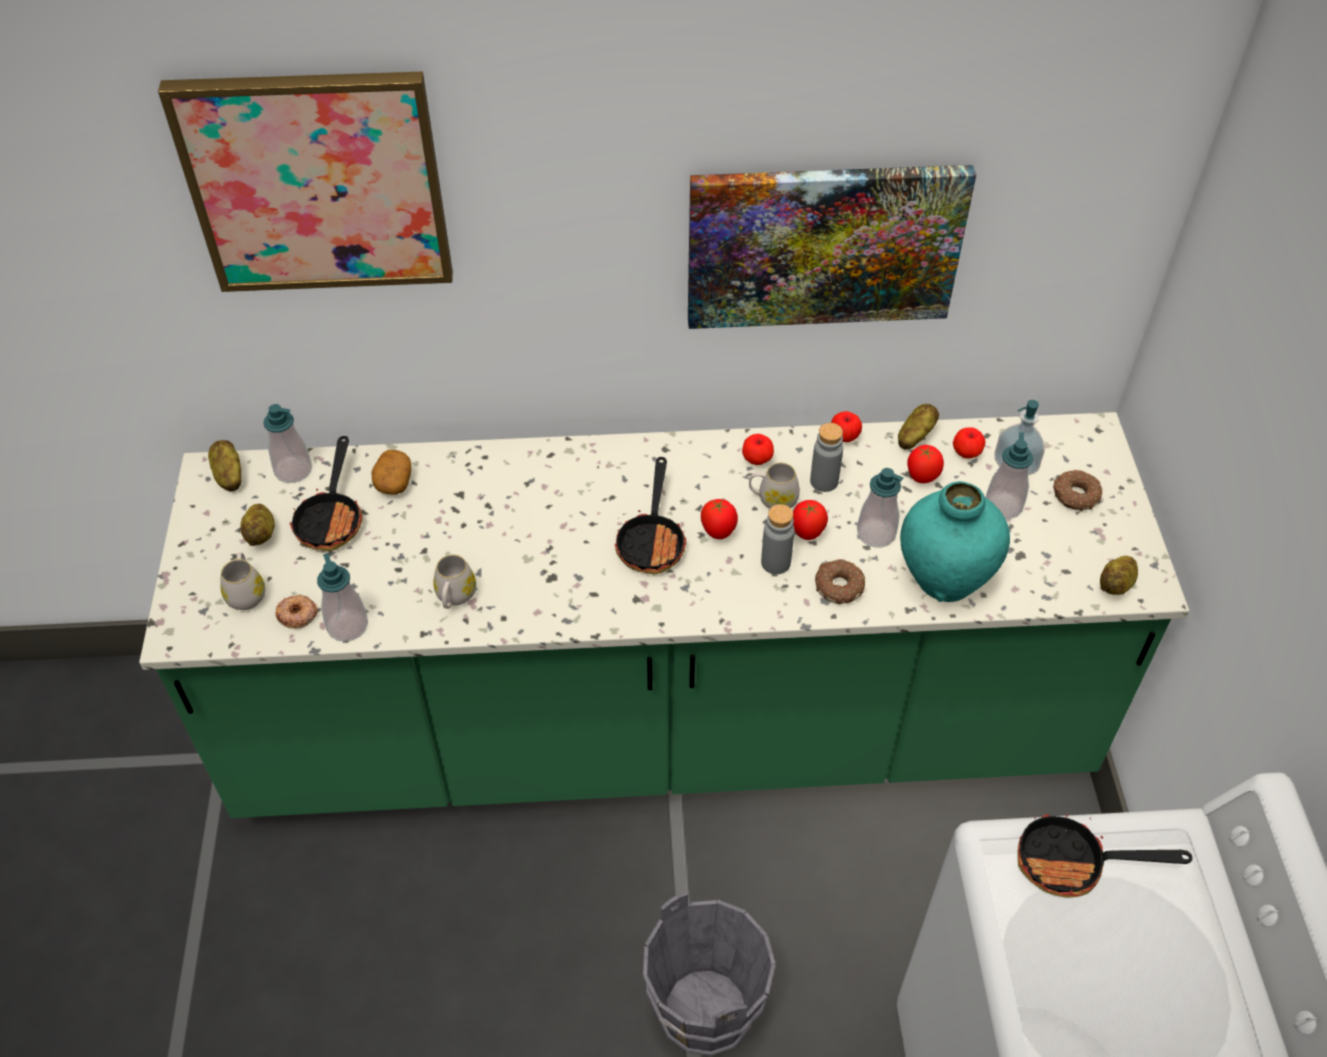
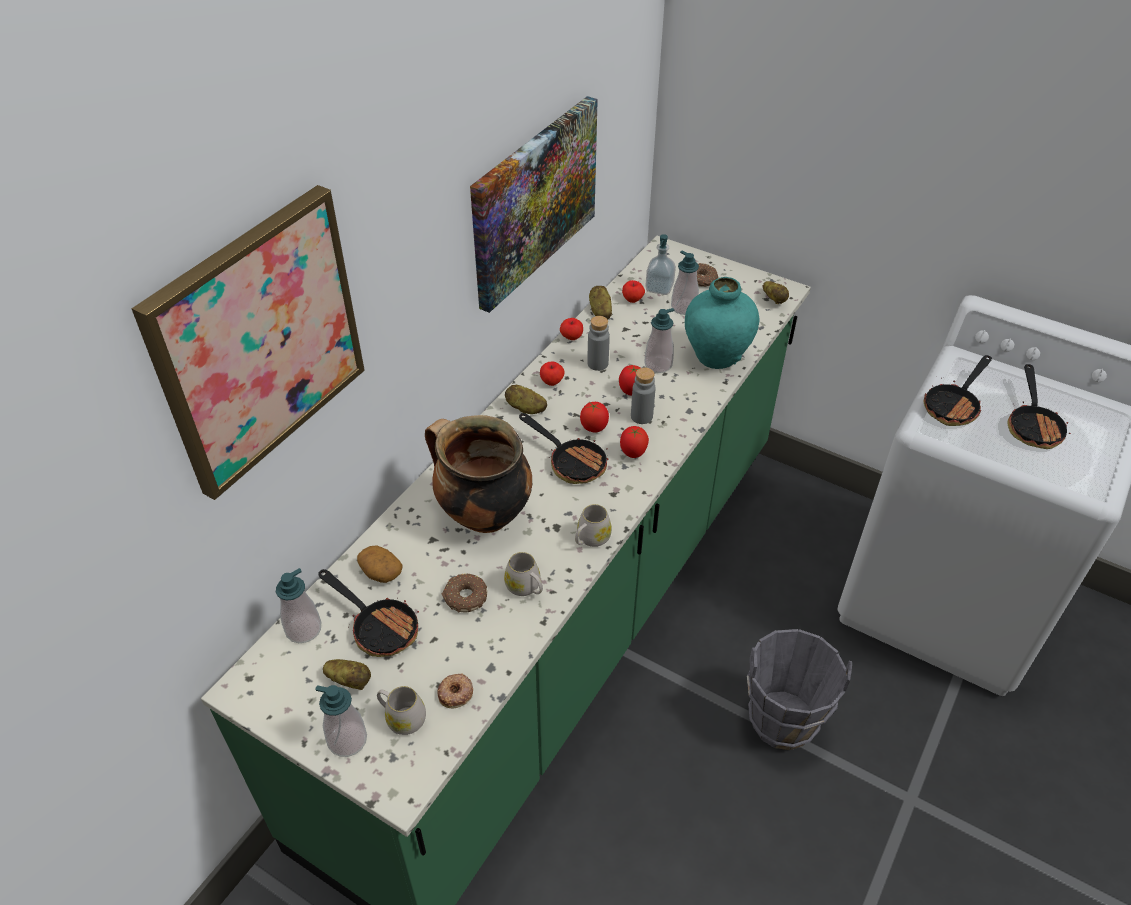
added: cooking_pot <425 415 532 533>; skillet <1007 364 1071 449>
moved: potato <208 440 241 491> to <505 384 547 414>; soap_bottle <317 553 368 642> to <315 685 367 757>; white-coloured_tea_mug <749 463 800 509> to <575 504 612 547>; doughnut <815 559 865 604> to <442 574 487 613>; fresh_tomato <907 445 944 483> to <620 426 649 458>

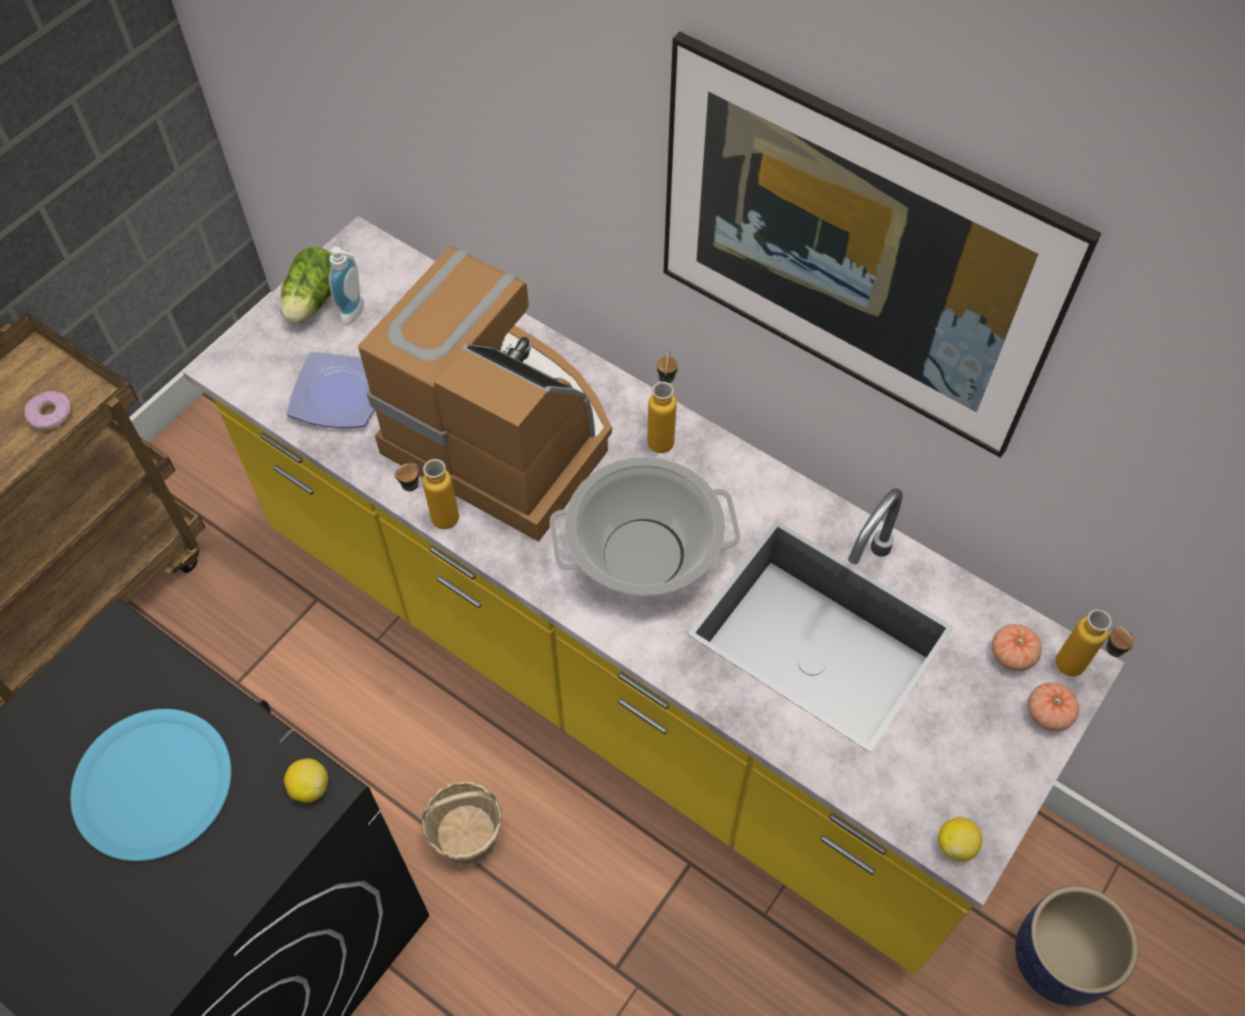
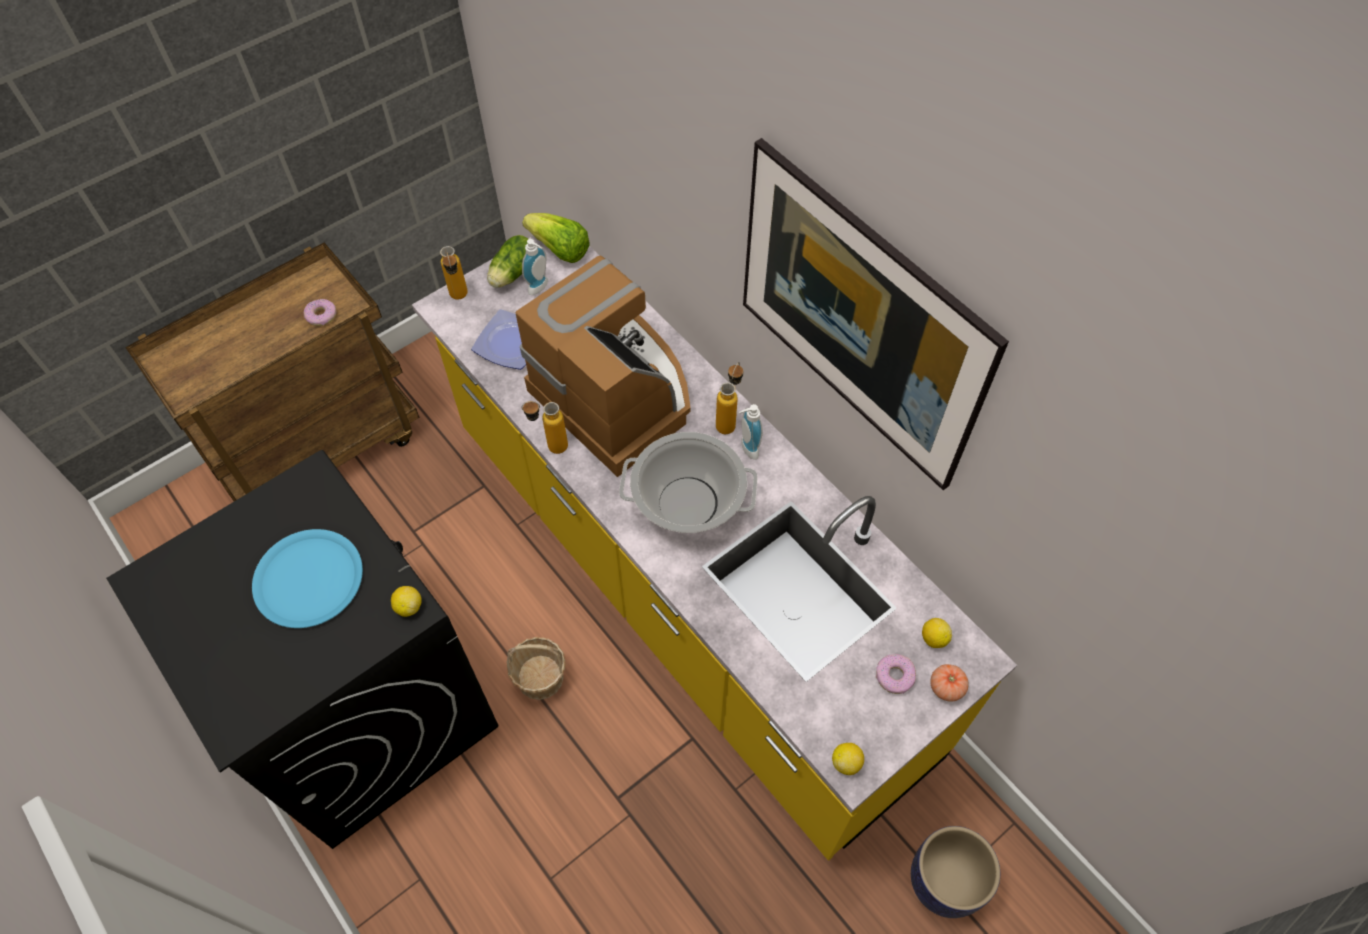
added: lettuce <522 213 590 263>; soap_bottle <739 404 763 460>; doughnut <876 654 916 694>
moved: bottle <1056 609 1135 676> to <440 246 468 300>
replaced: fresh_tomato <992 624 1042 671> to whole_lemon <922 618 952 648>

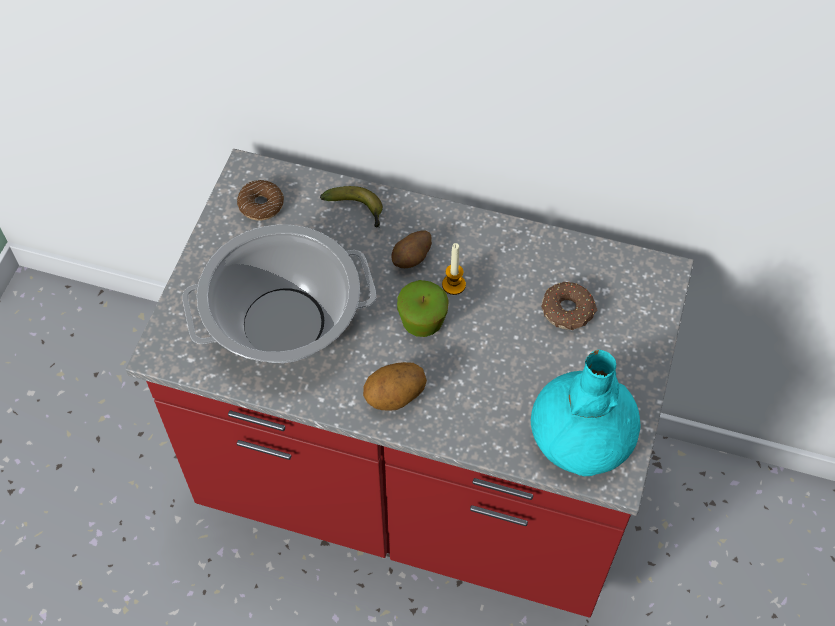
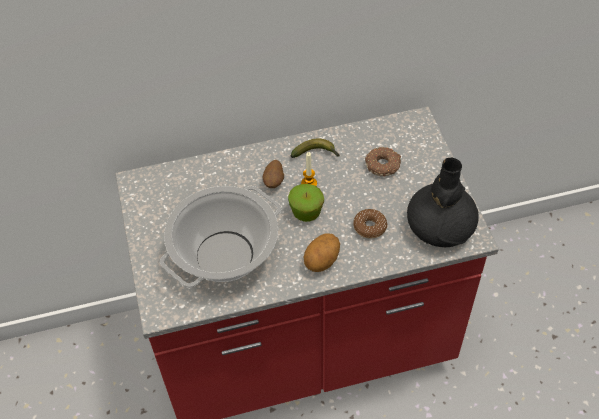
moved: doughnut <237 180 284 221> to <353 209 387 239>; whole_banana <320 186 383 228> to <291 139 340 158>
recoloured: turquoise-coloured_flower_vase <531 350 640 476> to blackish_flower_vase <407 158 479 247>

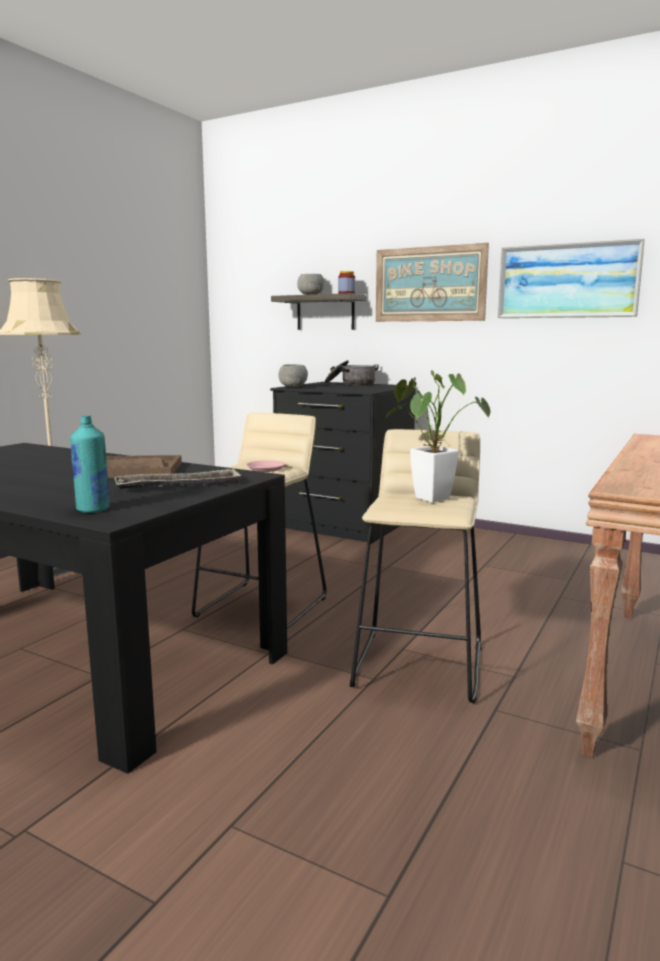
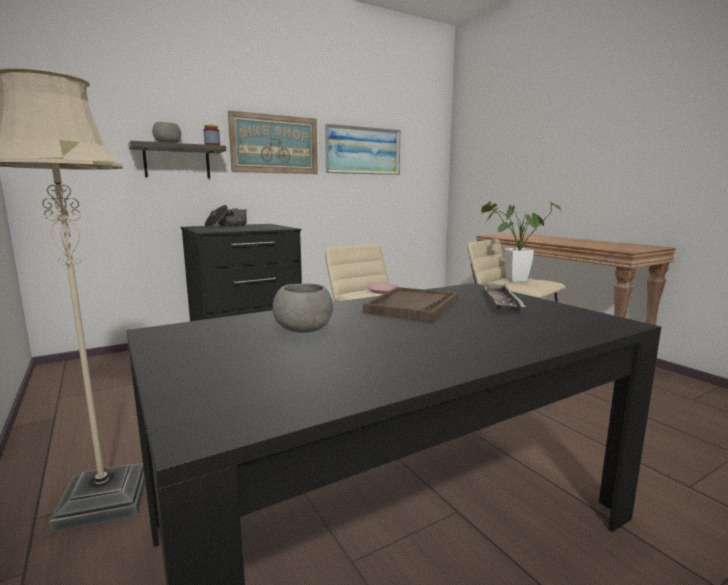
removed: turquoise-coloured_bottle <70 415 110 513>
moved: grey_serving_bowl <279 364 308 388> to <272 283 333 333>

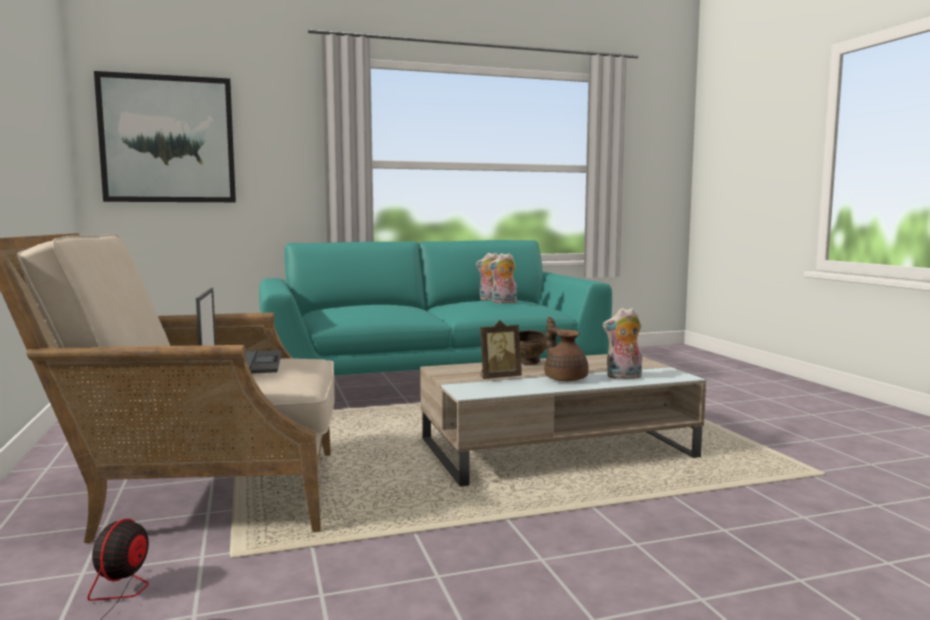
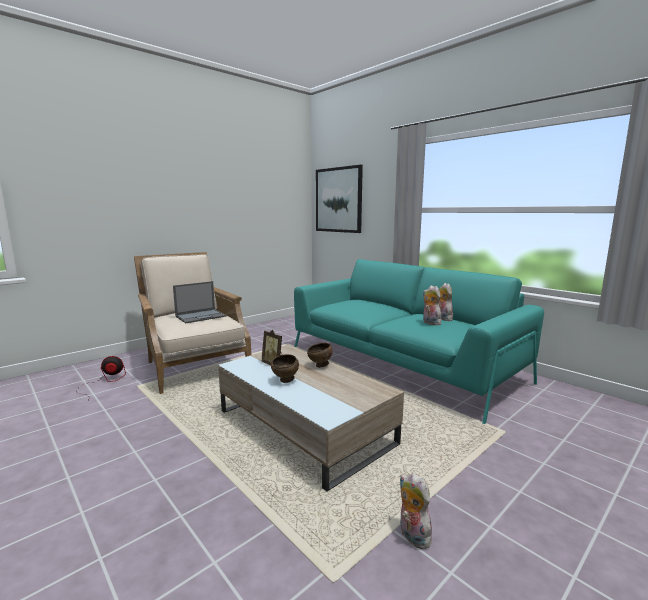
moved: plush_toy <602 308 642 379> to <400 473 435 549>
replaced: brown_pot_for_tea <544 317 588 381> to brown_serving_bowl <271 354 299 383>

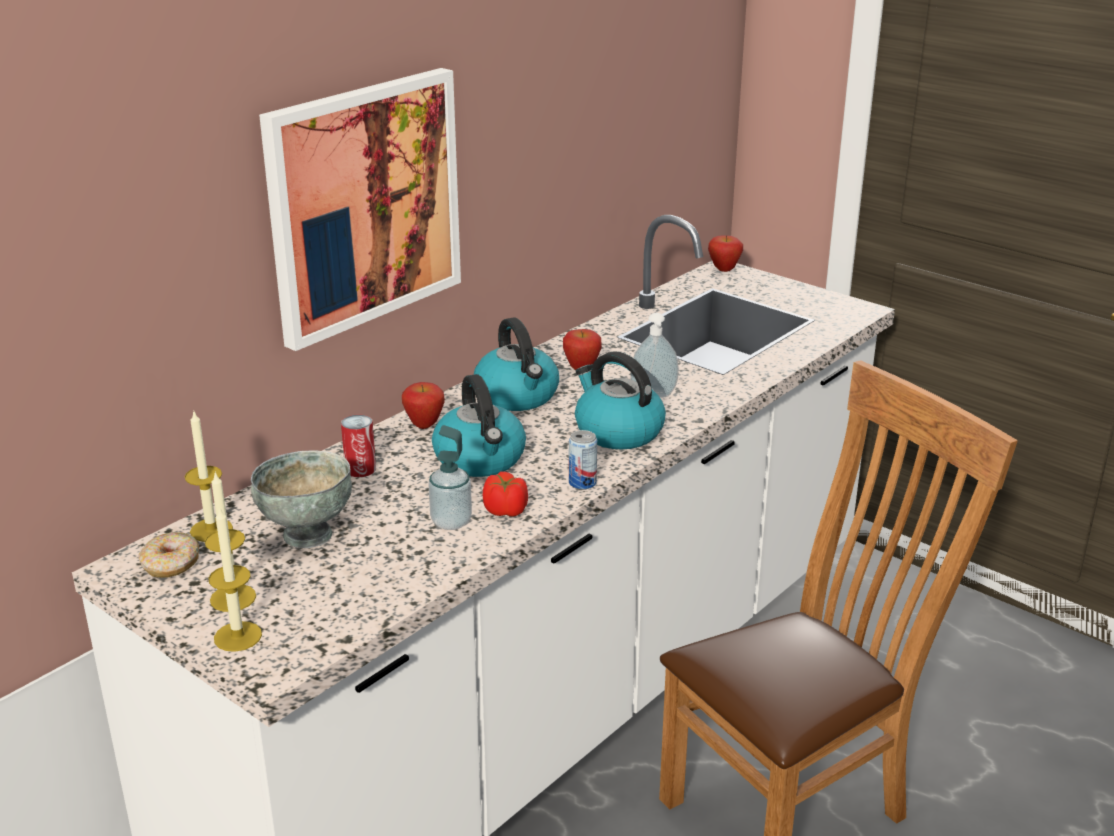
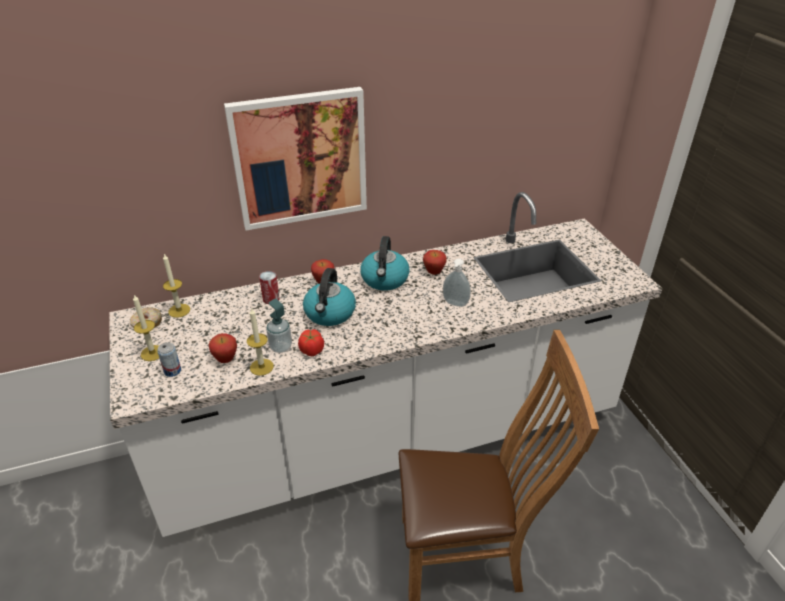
removed: grey_serving_bowl <251 451 352 548>; tea_kettle <575 351 666 450>
moved: wax_light <209 506 262 652> to <247 307 274 376>; can <569 430 597 489> to <157 342 181 377>; whole_apple <708 236 743 272> to <209 333 237 363>

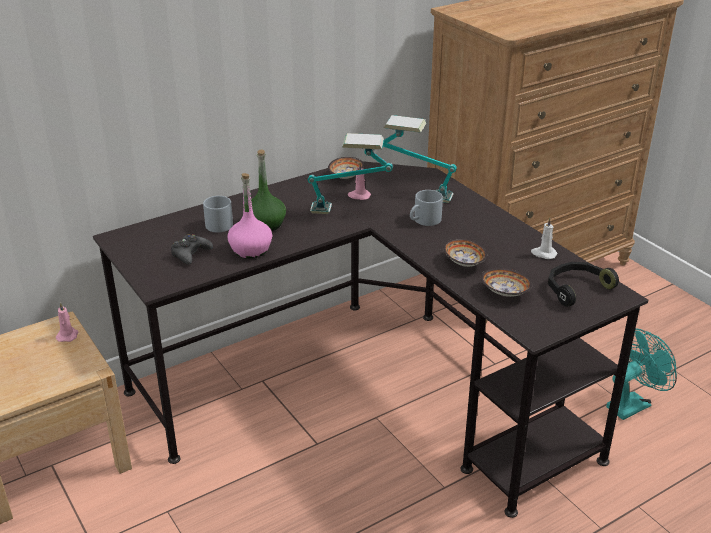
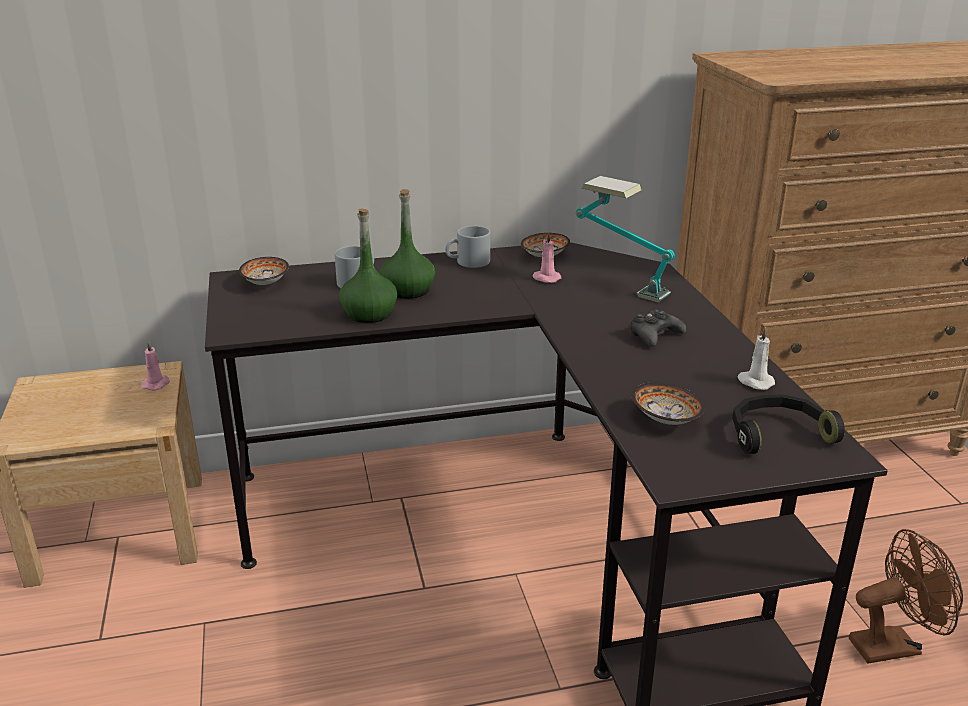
removed: tabletop_lamp <308 133 393 214>
moved: blackish_game_controller <171 234 213 265> to <630 309 686 347>; grey_tea_mug <410 190 443 226> to <445 226 490 268>; serving_bowl <443 238 487 267> to <239 257 289 285>
recoloured: pink_bottle <227 173 272 259> to greenish_bottle <339 208 397 323>; turquoise-coloured_cooling_fan <606 328 677 420> to brown_cooling_fan <849 529 963 664>

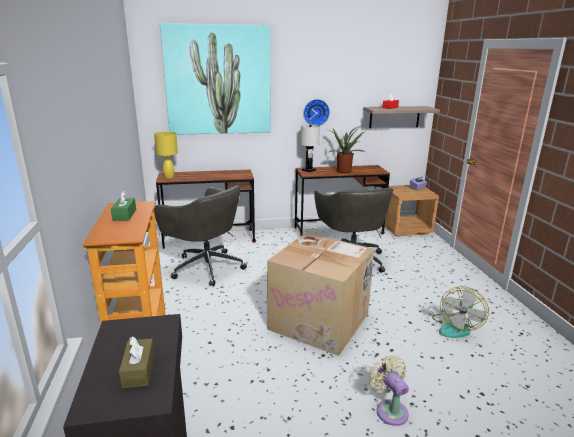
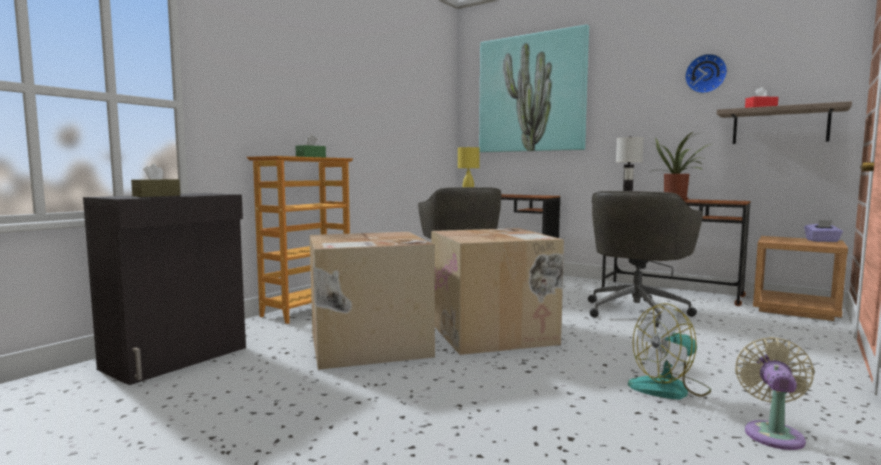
added: cardboard_box <309 232 435 370>
moved: clock_on_the_wall <303 99 330 126> to <685 54 728 93>; beige-coloured_cooling_fan <369 355 409 426> to <735 337 815 450>

